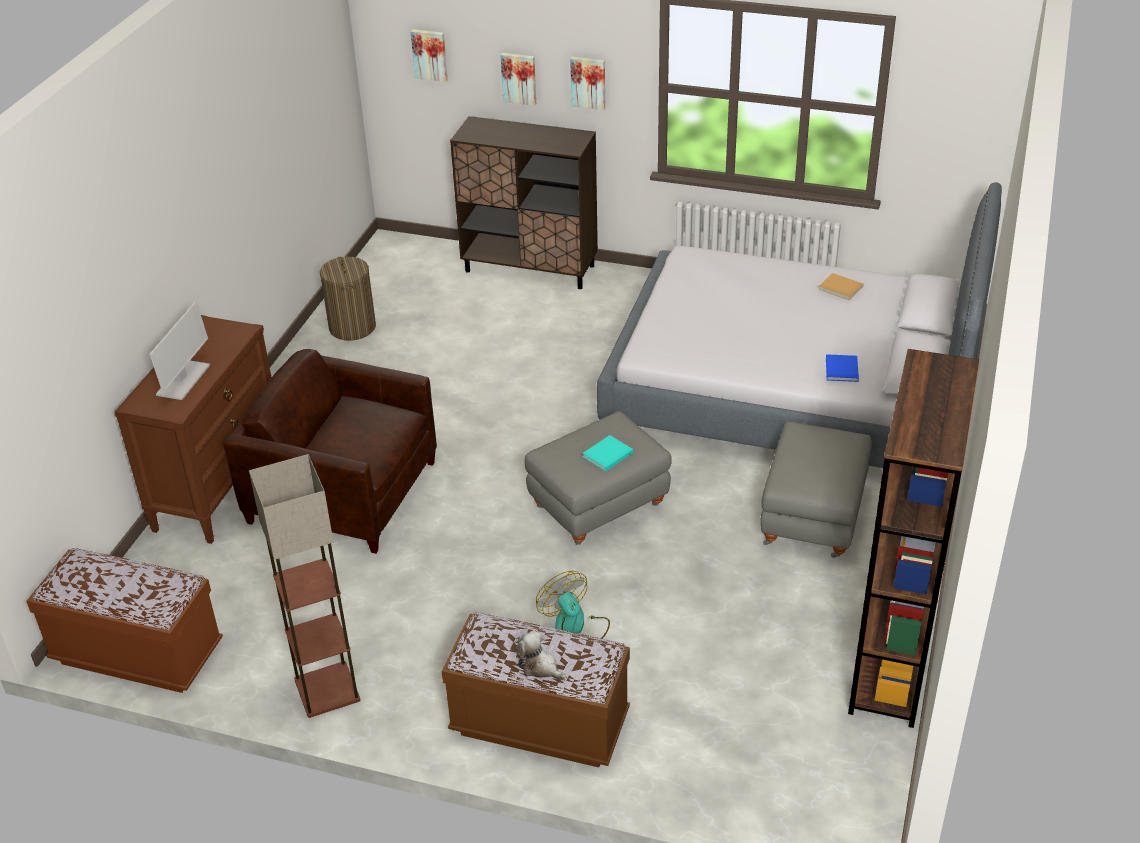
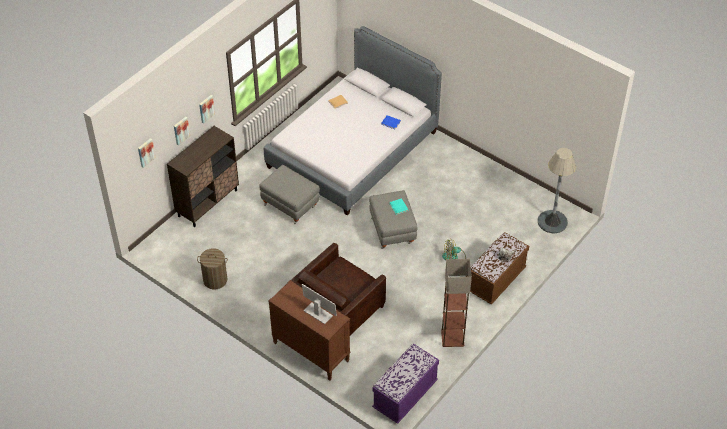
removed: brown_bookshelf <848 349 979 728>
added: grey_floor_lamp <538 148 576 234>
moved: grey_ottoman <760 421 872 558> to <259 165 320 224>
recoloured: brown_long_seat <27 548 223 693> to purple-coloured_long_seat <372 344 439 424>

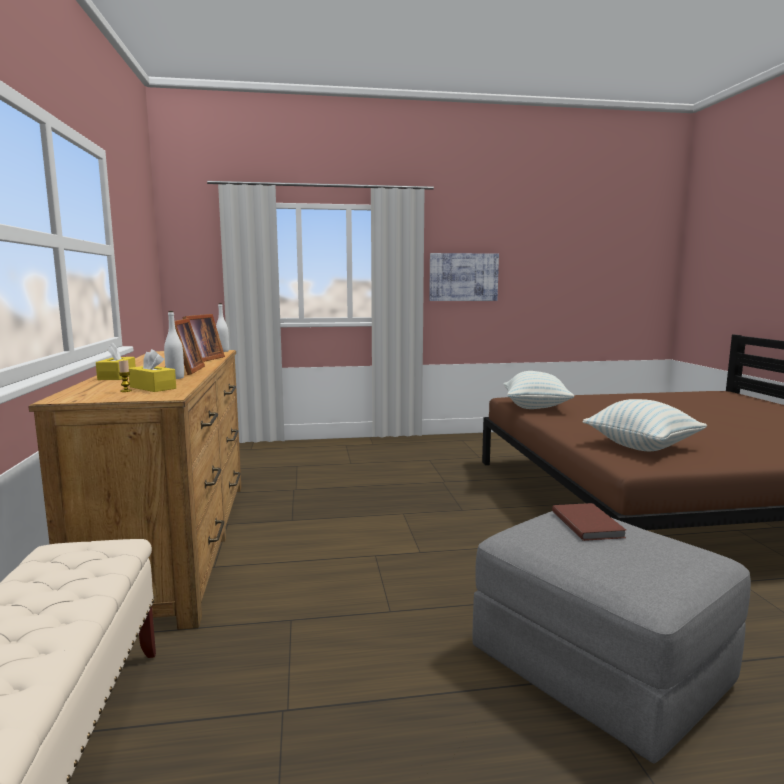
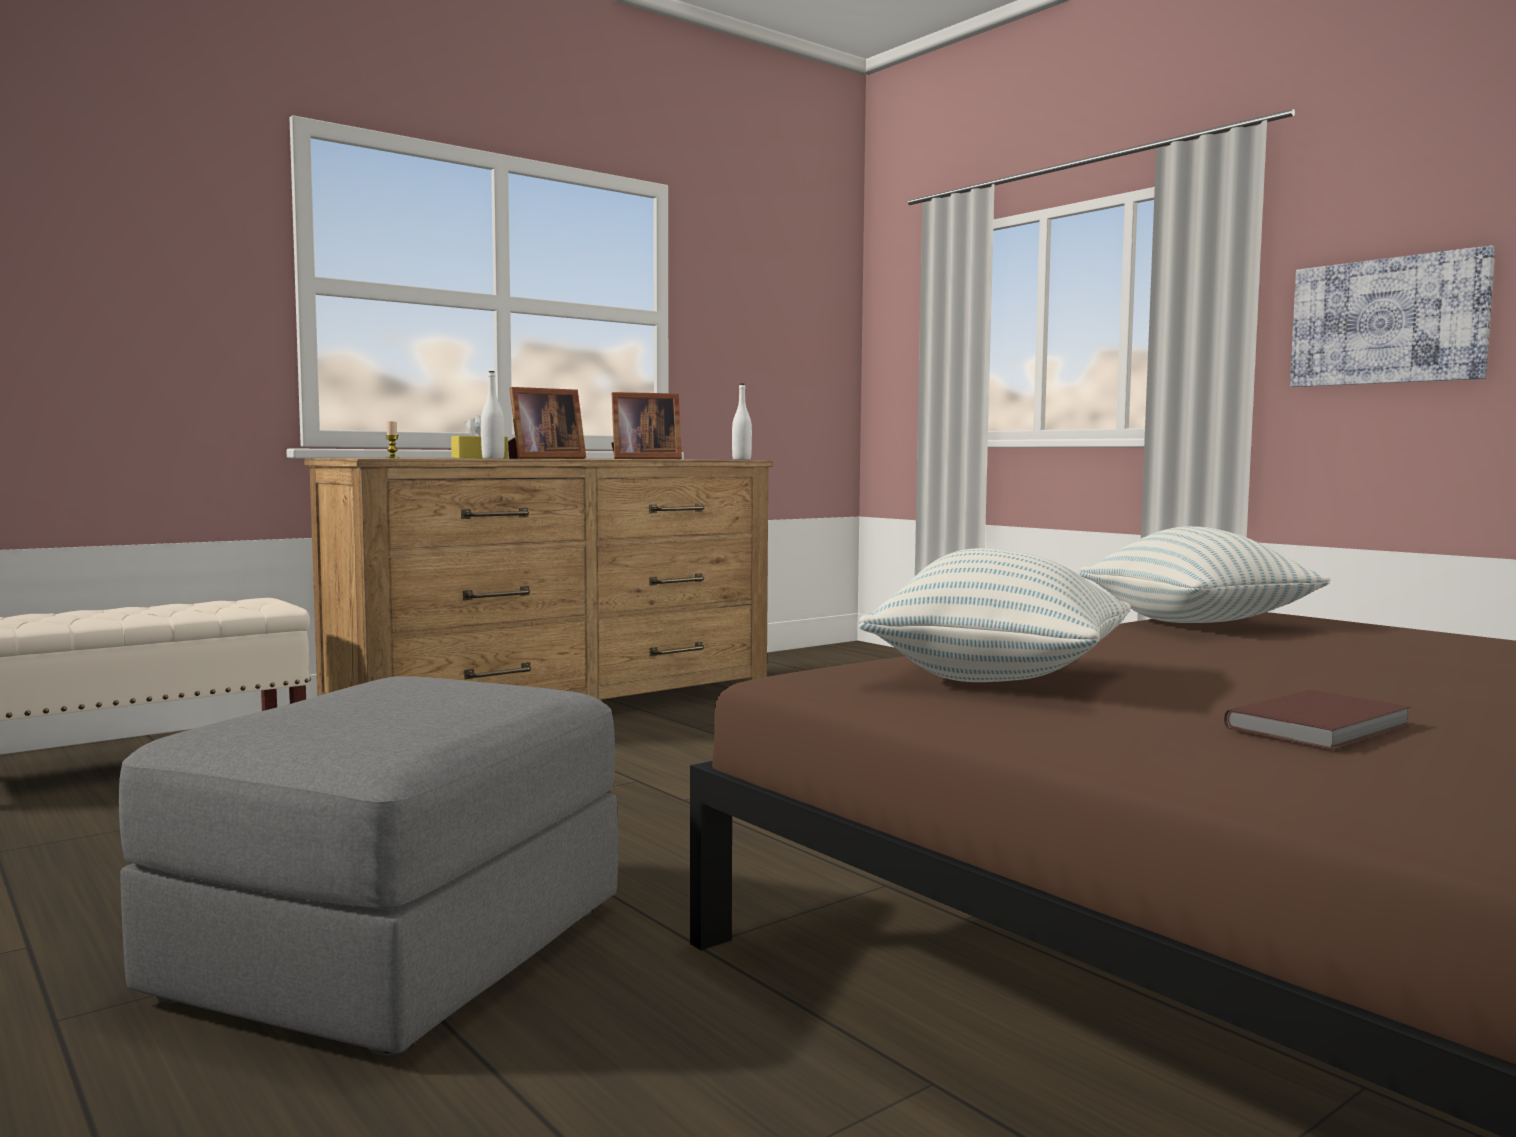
removed: yellowish_tissue_box <129 349 176 392>
moved: brown_volume <552 503 627 541> to <1224 690 1411 750>

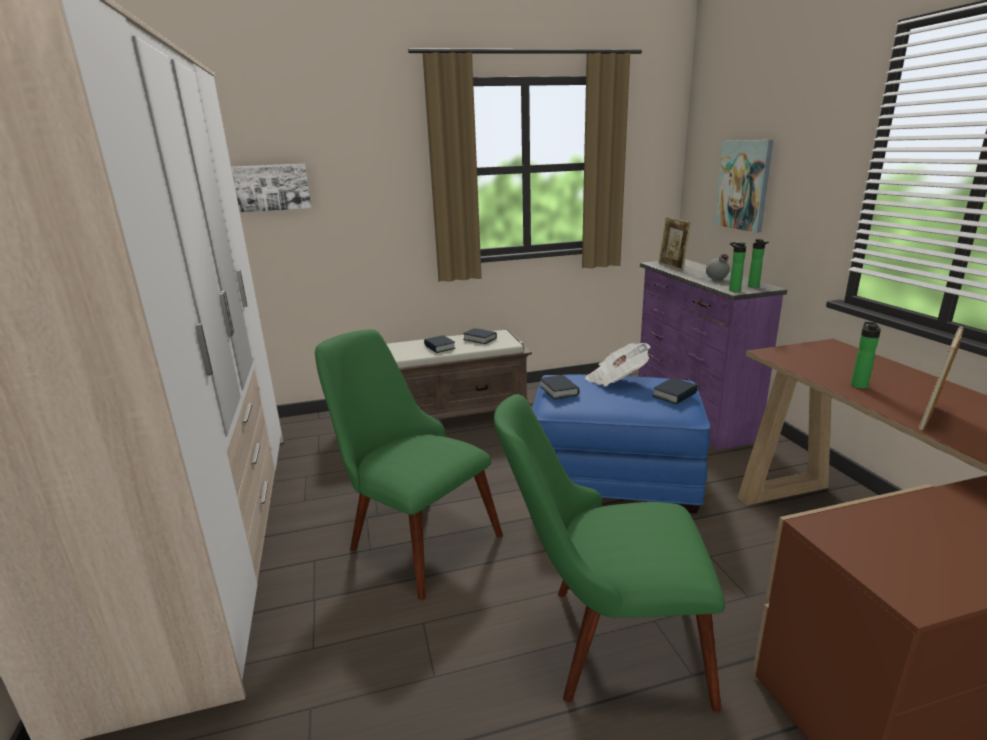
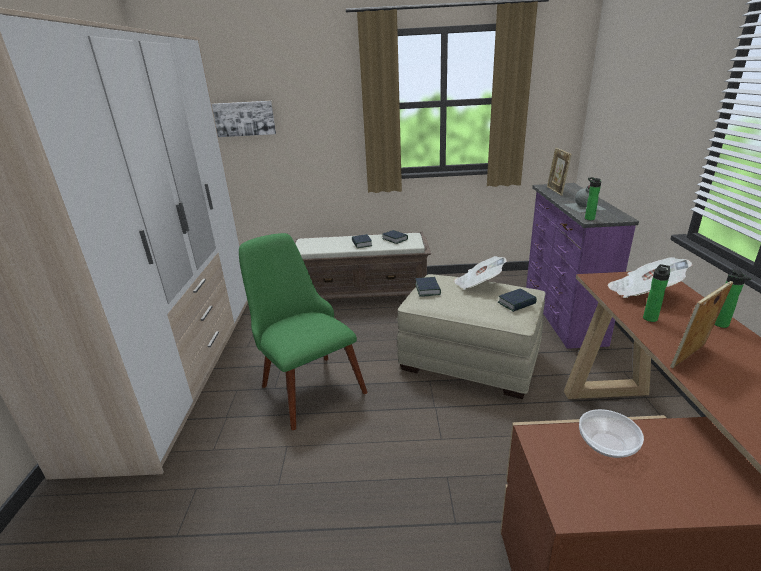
removed: greenish_plain_chair <494 394 725 712>; wall_art <714 140 773 233>
added: serving_bowl <579 409 644 458>; daily_paper <607 257 692 298>
moved: bottle <748 239 769 288> to <714 269 751 328>
recoloured: blue_ottoman <532 374 710 513> to beige-coloured_ottoman <397 274 545 399>

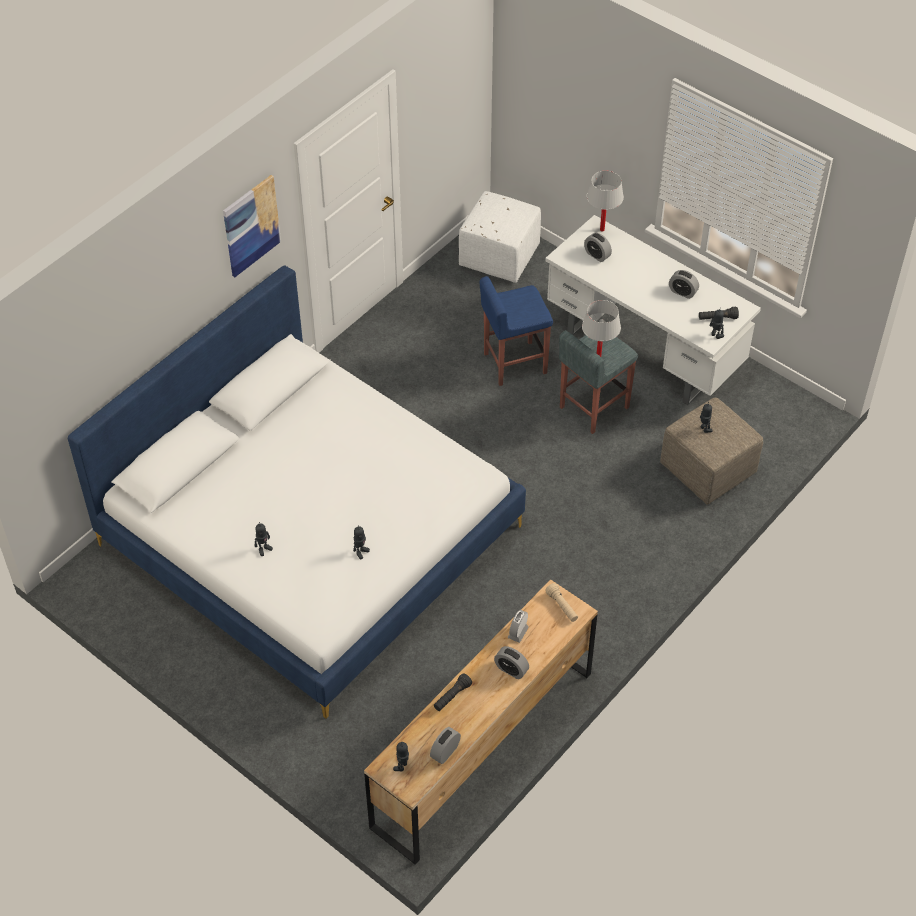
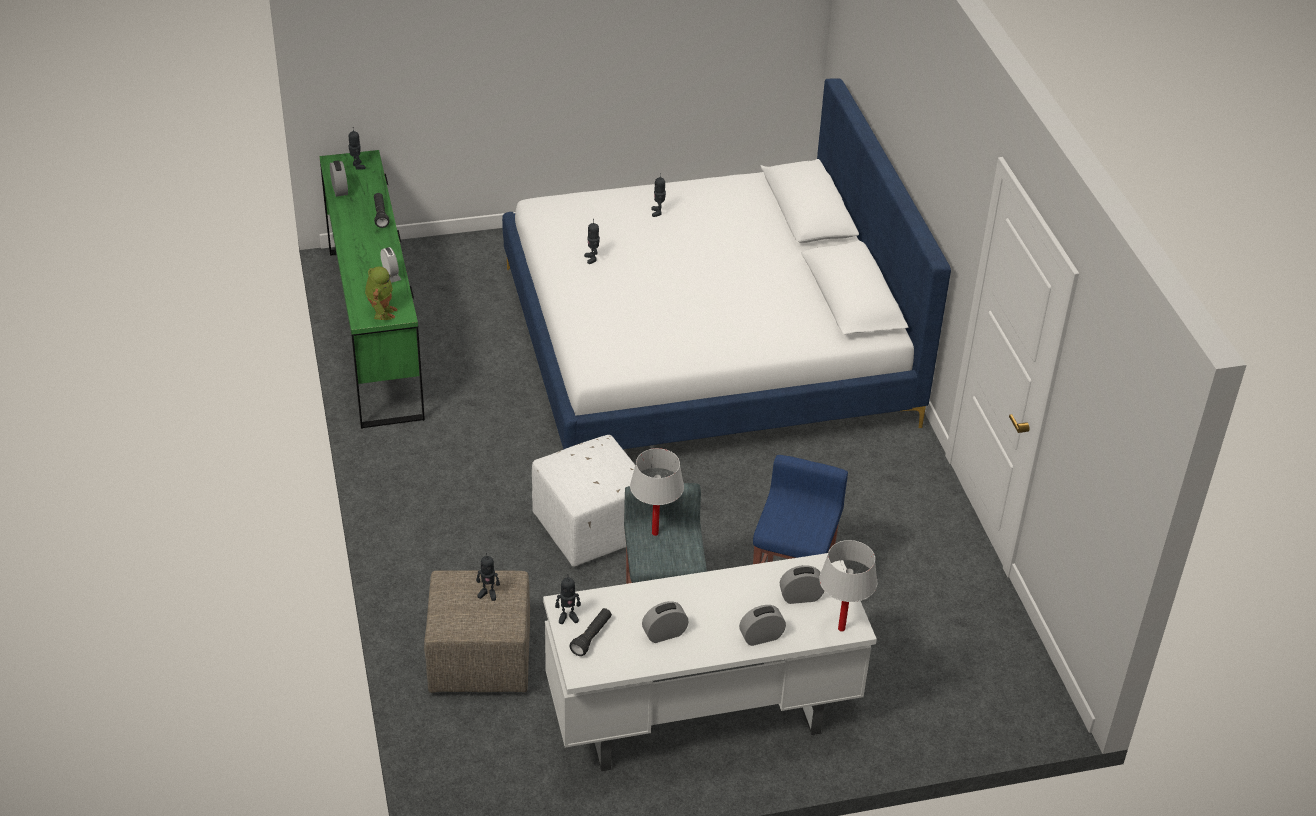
removed: wall_art <223 175 281 277>
moved: white-coloured_ottoman <459 191 541 283> to <532 435 635 567>; alarm_clock <494 646 529 679> to <739 605 786 646>
replaced: beige-coloured_hand_torch <545 583 578 622> to toy_robot <365 266 398 320>
recoloured: brown_dresser <364 579 598 864> to greenish_dresser <319 150 425 429>

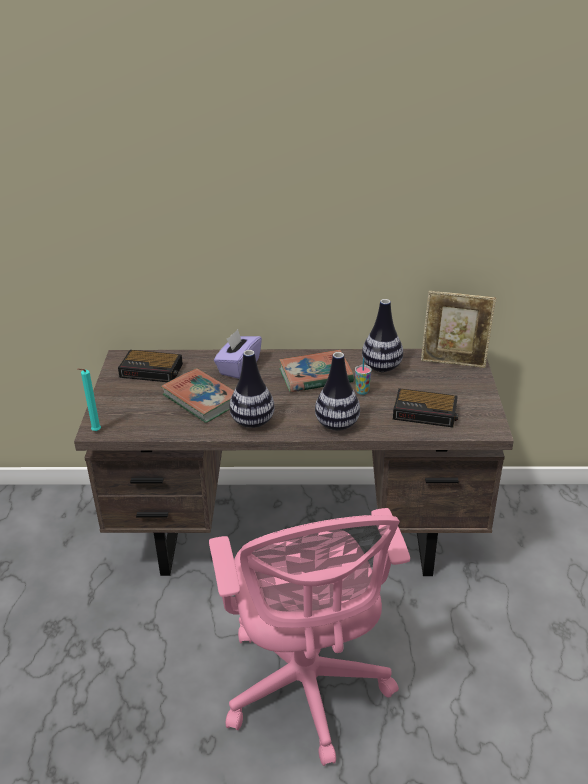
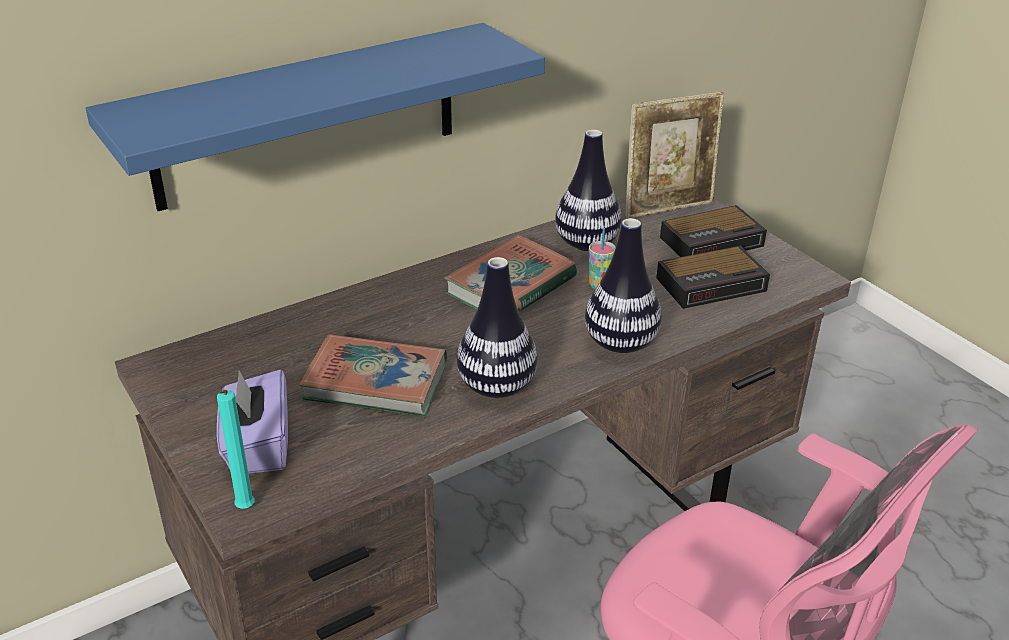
added: blue_bracket_shelf <86 23 545 211>
moved: alarm_clock <118 350 183 382> to <660 205 767 257>; purple-coloured_tissue_box <214 329 262 379> to <217 370 288 474>

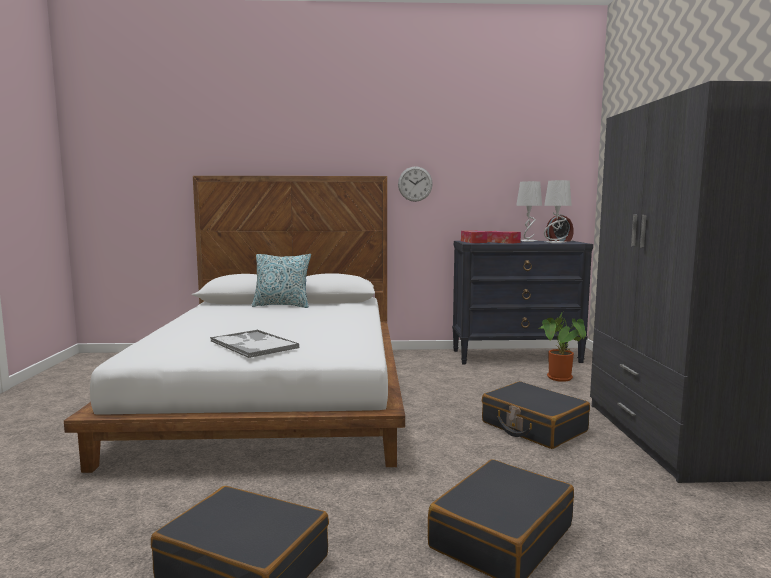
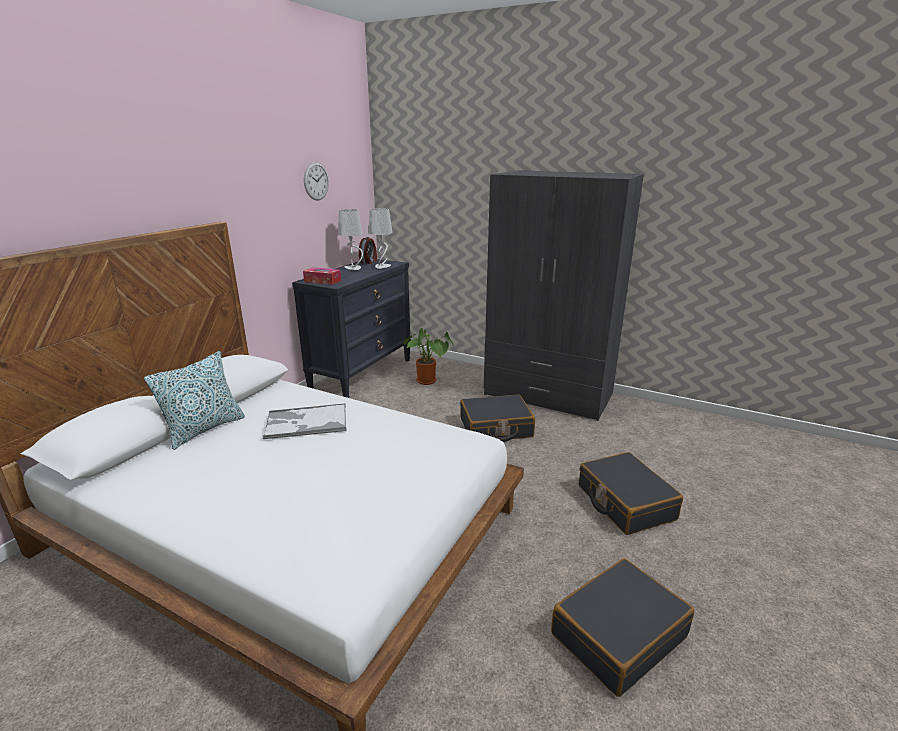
removed: tissue_box <485 231 521 244>
moved: tray <210 330 299 358> to <263 403 347 439>; clock_on_the_wall <398 166 433 202> to <304 162 329 200>

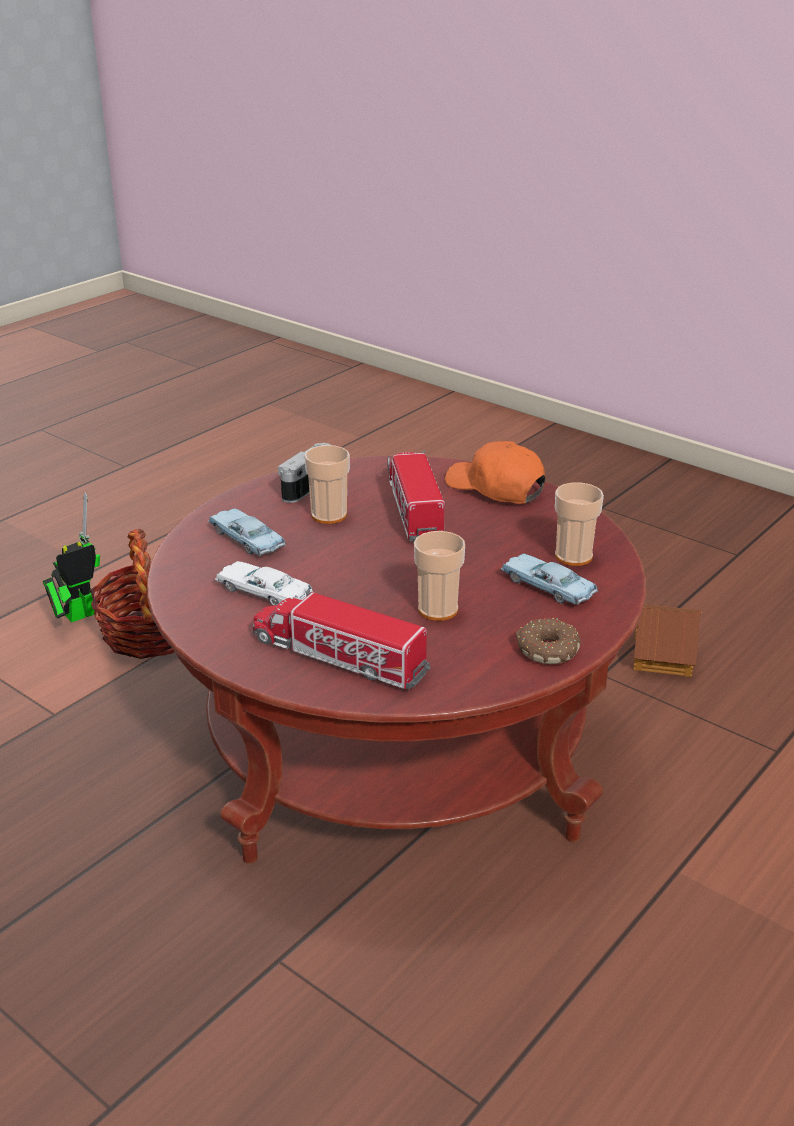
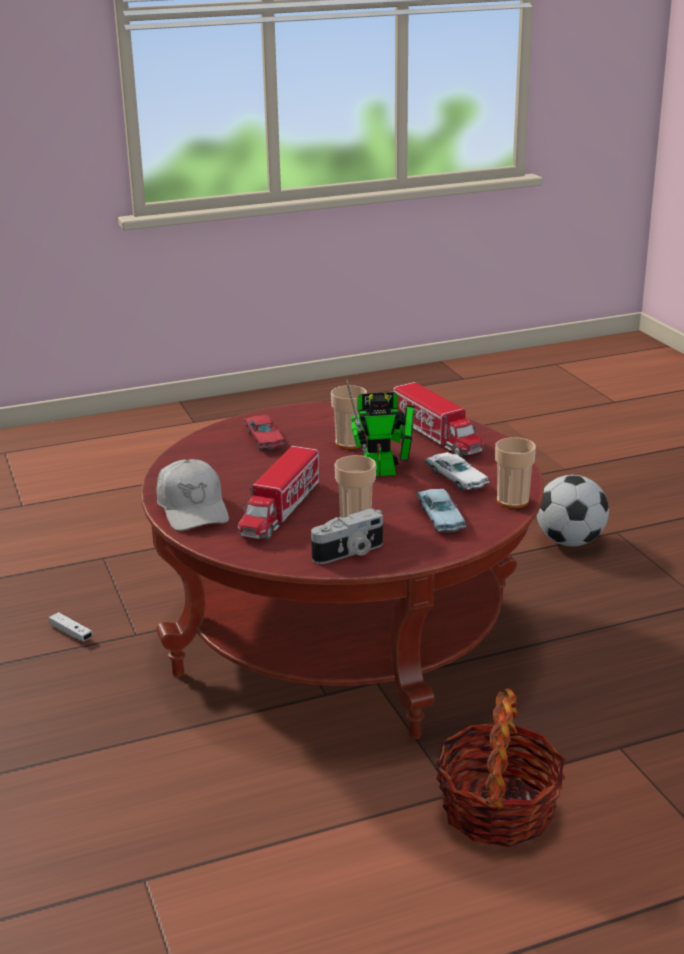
removed: doughnut <516 618 581 664>
added: football <537 475 609 546>
moved: toy_robot <43 492 100 623> to <346 379 415 476>; cup <555 482 604 566> to <495 437 536 508>
replaced: miniature_house <633 604 702 677> to white-coloured_game_controller <49 612 93 641>
recoloured: orangey_peaked_cap <445 441 546 504> to white-coloured_peaked_cap <156 459 229 531>; blue_model_car <501 554 598 605> to reddish_model_car <244 415 285 450>

